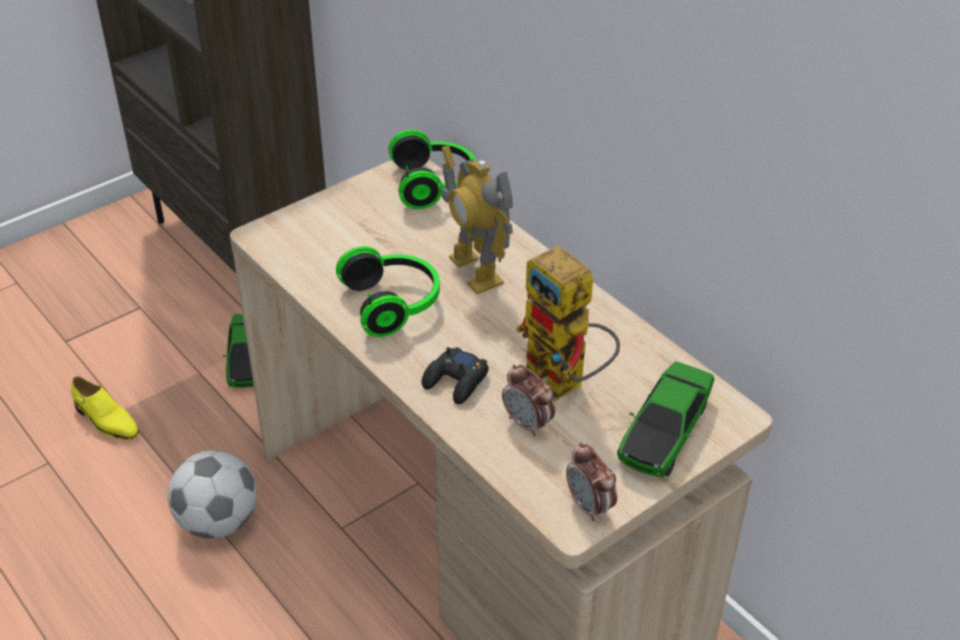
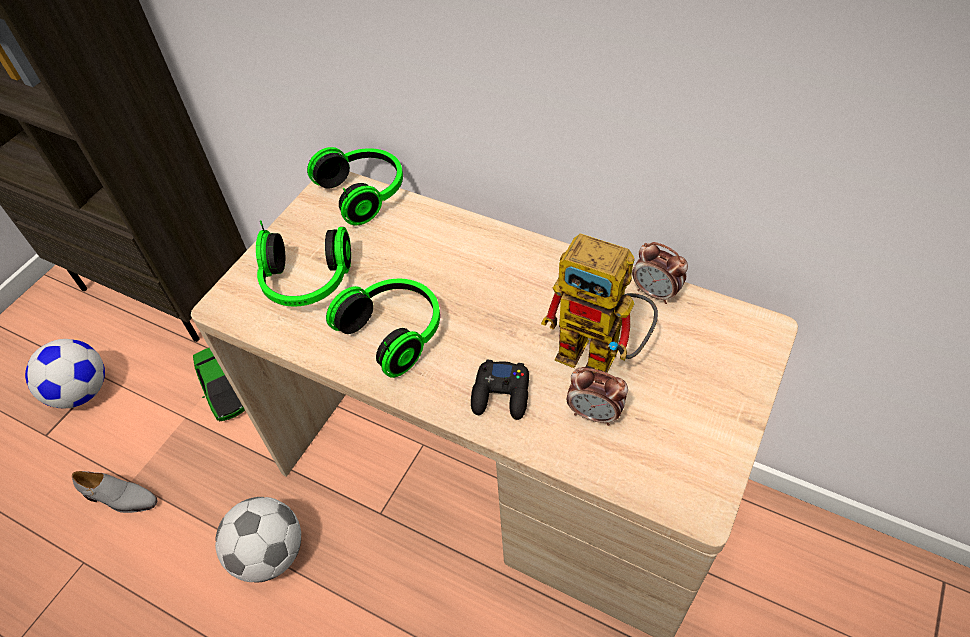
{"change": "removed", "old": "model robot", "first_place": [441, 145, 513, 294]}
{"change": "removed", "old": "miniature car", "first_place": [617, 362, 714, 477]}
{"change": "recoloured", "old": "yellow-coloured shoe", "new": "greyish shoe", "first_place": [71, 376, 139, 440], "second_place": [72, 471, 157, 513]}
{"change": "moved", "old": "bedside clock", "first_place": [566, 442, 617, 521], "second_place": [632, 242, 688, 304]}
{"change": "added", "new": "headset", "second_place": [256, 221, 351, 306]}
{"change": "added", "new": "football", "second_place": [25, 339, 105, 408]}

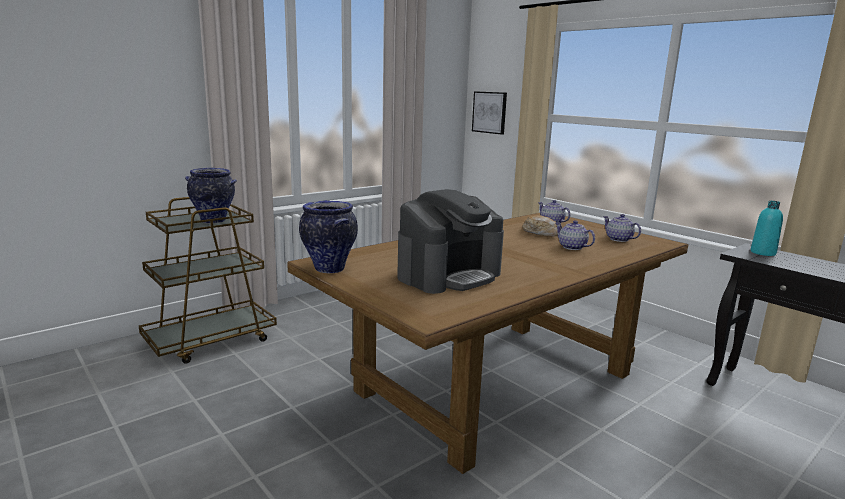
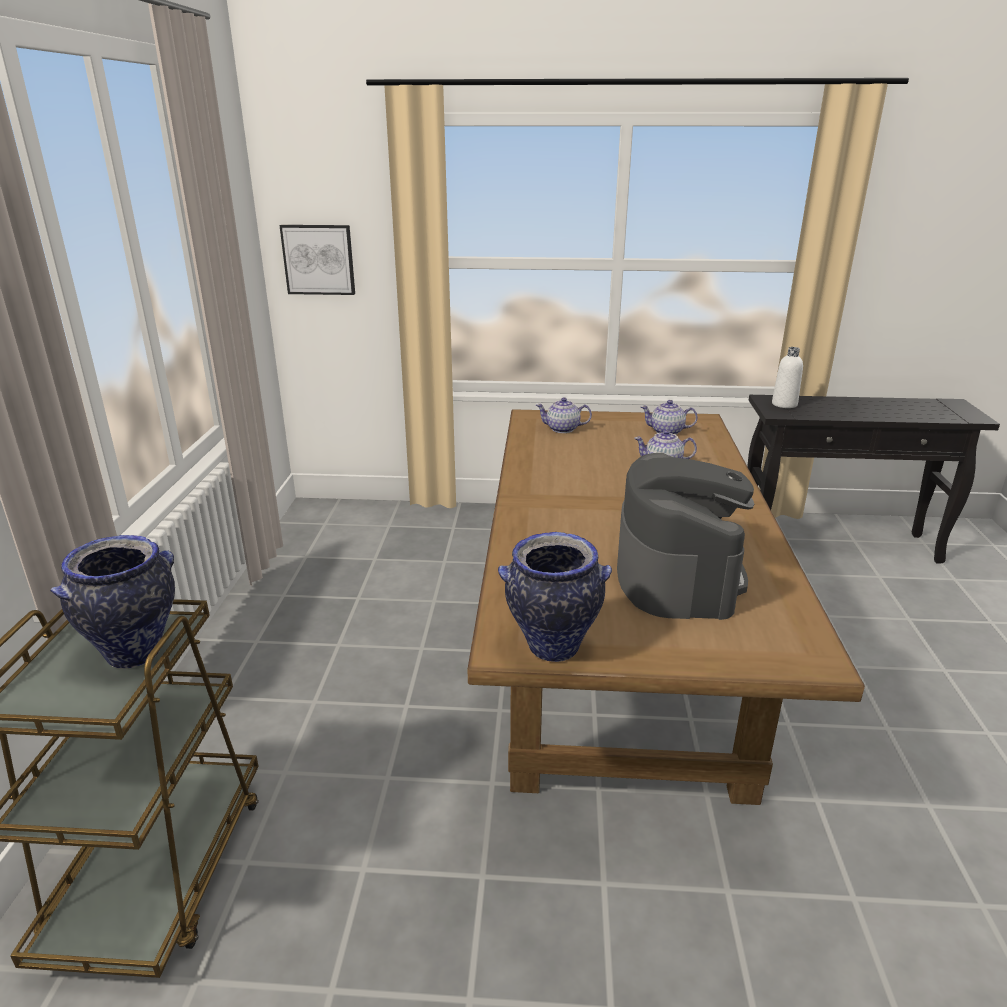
{"change": "recoloured", "old": "turquoise beverage bottle", "new": "white beverage bottle", "first_place": [751, 201, 783, 256], "second_place": [772, 347, 803, 408]}
{"change": "removed", "old": "bread", "first_place": [522, 215, 558, 237]}

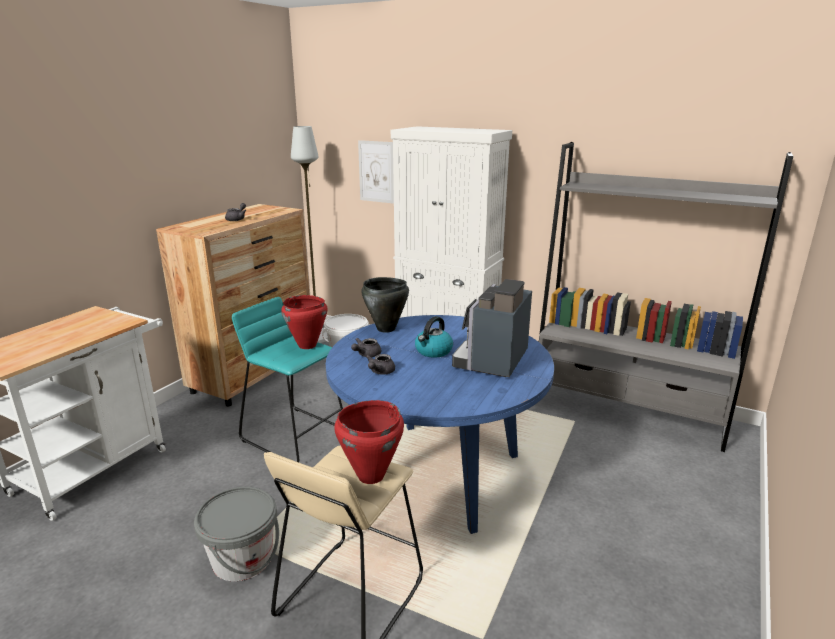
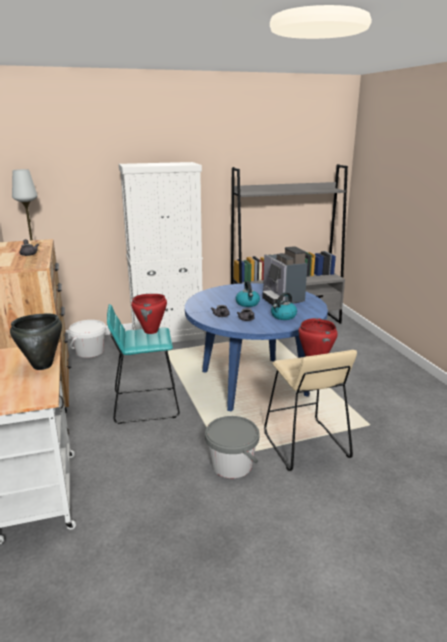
{"change": "removed", "old": "wall picture", "first_place": [358, 140, 394, 204]}
{"change": "moved", "old": "black-coloured cooking pot", "first_place": [361, 277, 409, 333], "second_place": [10, 314, 62, 370]}
{"change": "added", "new": "water kettle", "second_place": [271, 292, 297, 320]}

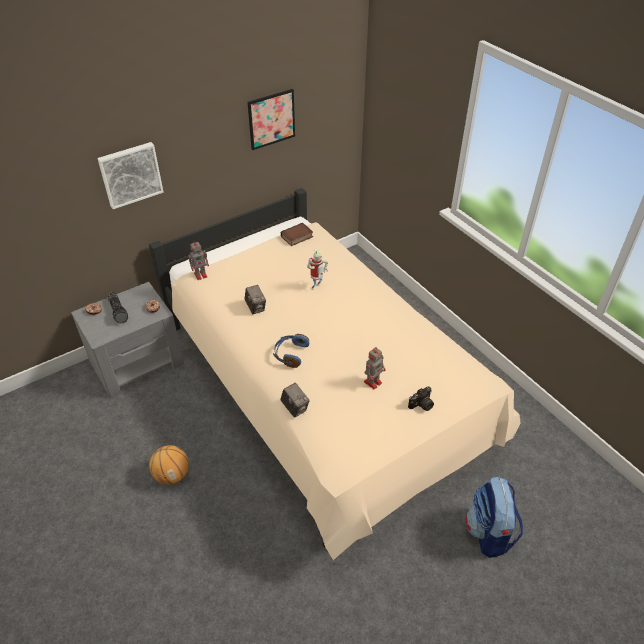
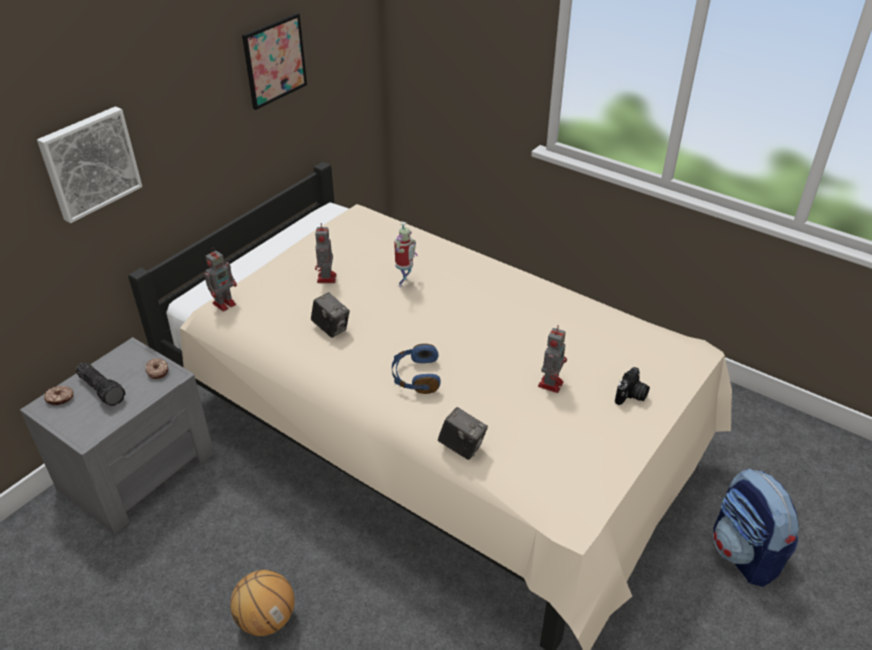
{"change": "removed", "old": "volume", "first_place": [281, 223, 313, 246]}
{"change": "added", "new": "model robot", "second_place": [315, 223, 337, 283]}

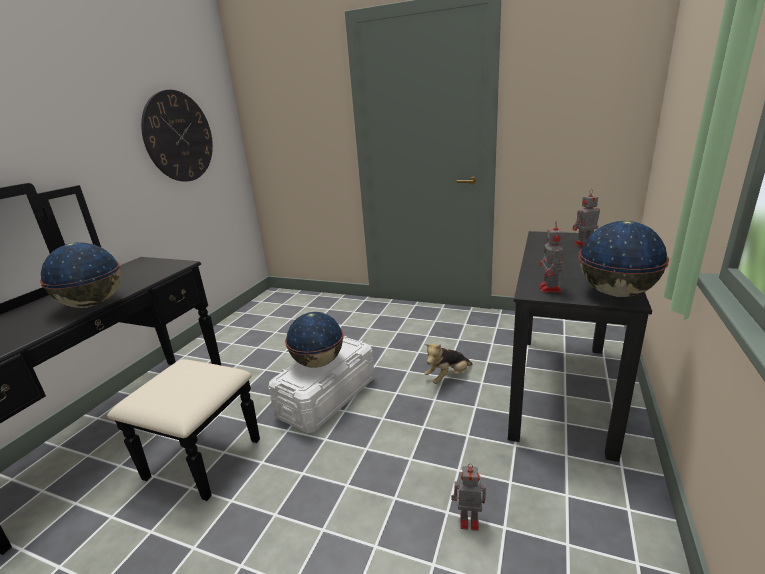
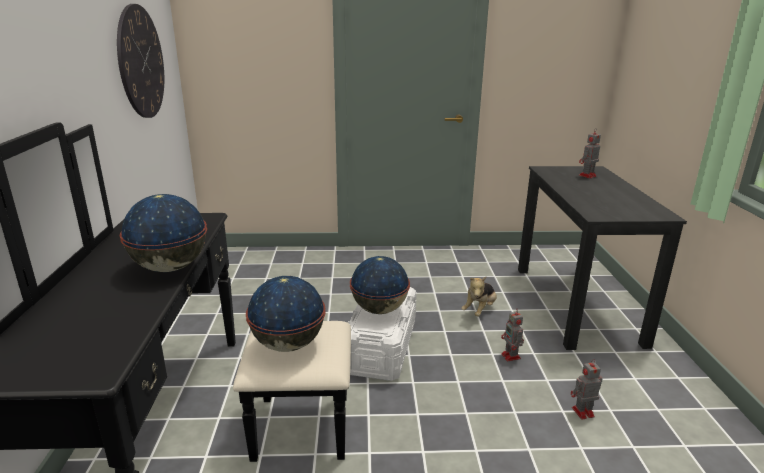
{"change": "moved", "old": "model robot", "first_place": [538, 221, 564, 293], "second_place": [501, 308, 524, 361]}
{"change": "moved", "old": "desk globe", "first_place": [579, 221, 669, 297], "second_place": [246, 276, 326, 352]}

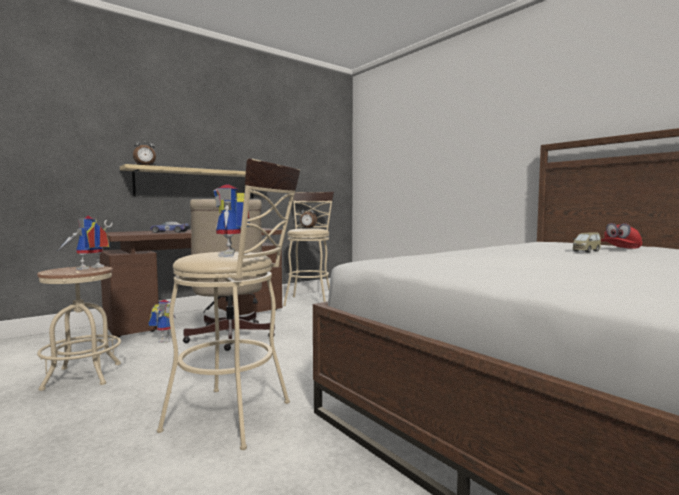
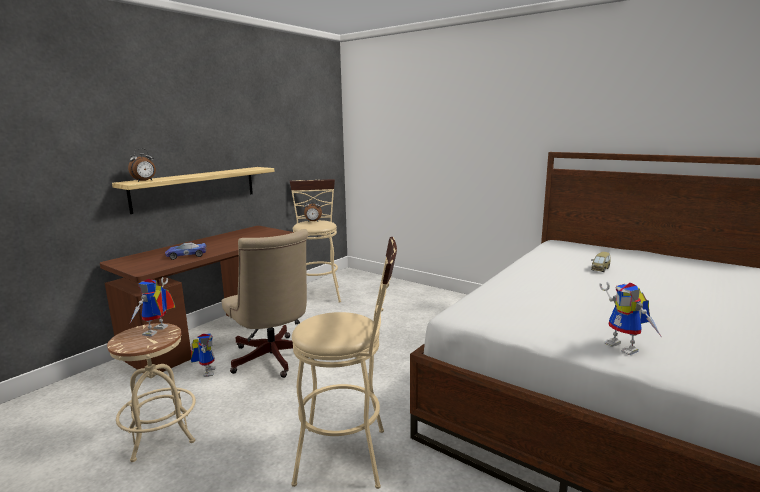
{"change": "moved", "old": "model robot", "first_place": [214, 184, 250, 256], "second_place": [599, 282, 662, 355]}
{"change": "removed", "old": "reddish cap", "first_place": [601, 223, 642, 249]}

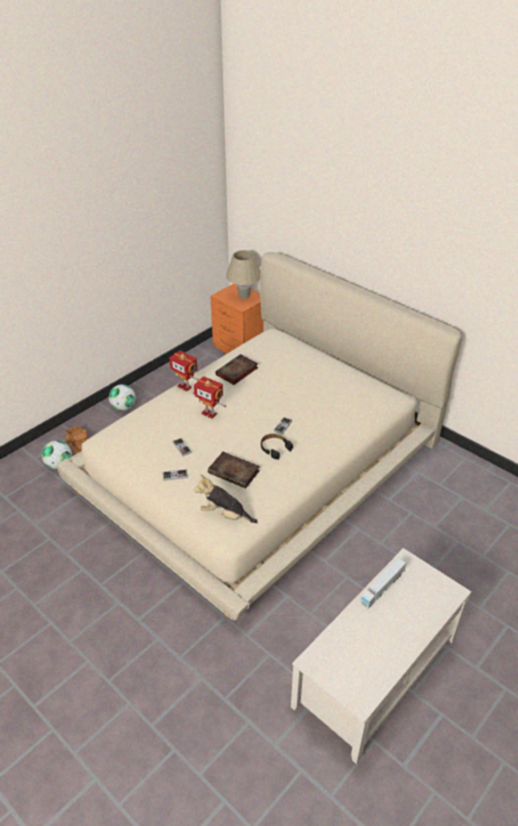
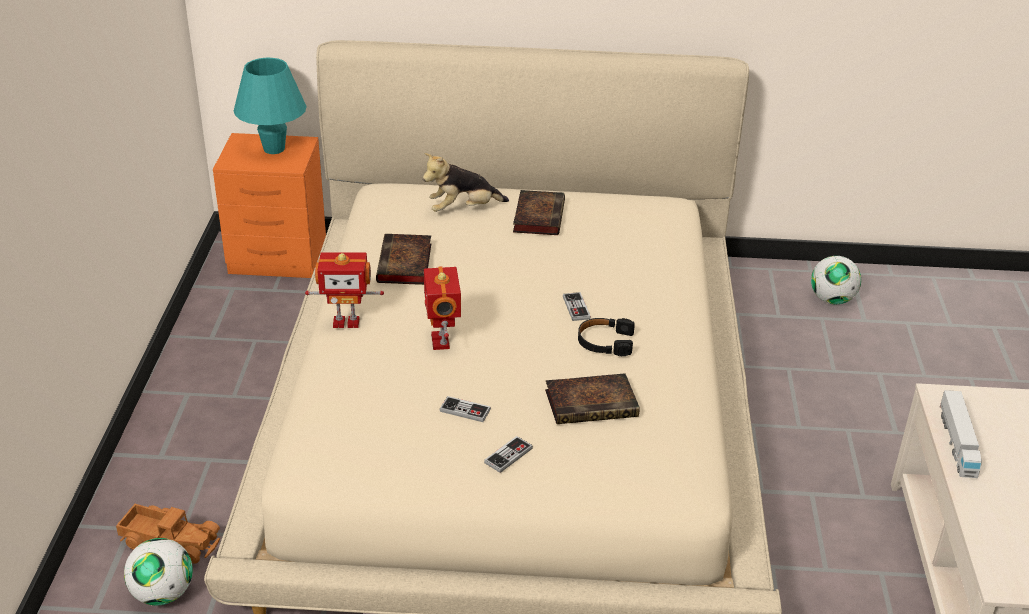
{"change": "recoloured", "old": "sand-coloured tabletop lamp", "new": "turquoise tabletop lamp", "first_place": [226, 250, 261, 299], "second_place": [234, 58, 307, 154]}
{"change": "turned", "old": "model robot", "first_place": [193, 376, 226, 419], "second_place": [423, 266, 461, 350], "degrees": 90}
{"change": "moved", "old": "football", "first_place": [109, 384, 135, 411], "second_place": [811, 256, 861, 304]}
{"change": "moved", "old": "cuddly toy", "first_place": [194, 474, 258, 523], "second_place": [423, 153, 509, 212]}
{"change": "added", "new": "volume", "second_place": [513, 190, 565, 235]}

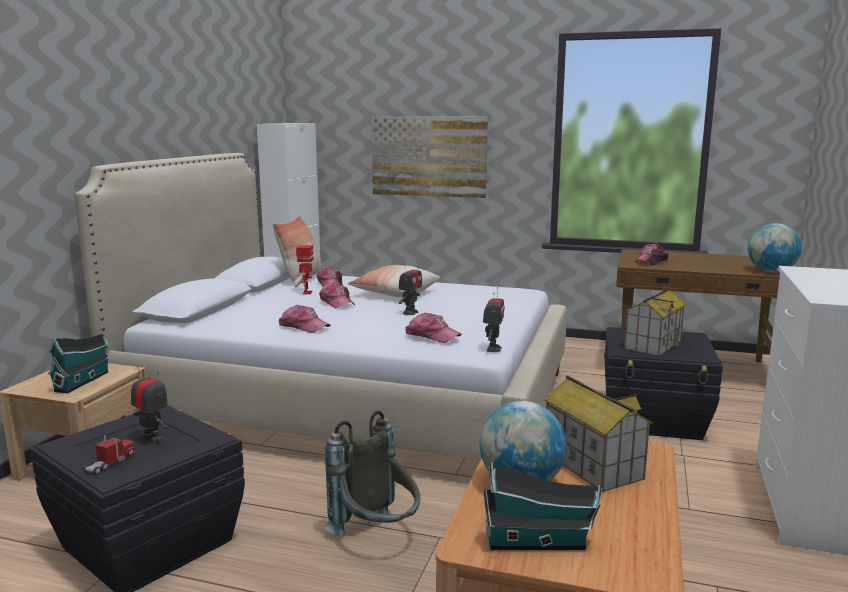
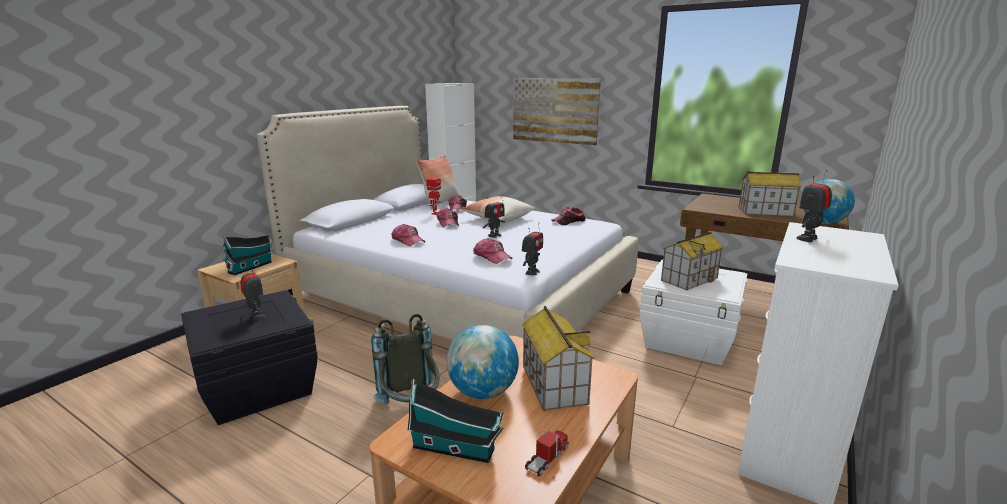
{"change": "moved", "old": "cap", "first_place": [635, 243, 669, 265], "second_place": [551, 207, 585, 225]}
{"change": "recoloured", "old": "black-coloured storage bin", "new": "white storage bin", "first_place": [604, 327, 723, 440], "second_place": [640, 260, 748, 365]}
{"change": "moved", "old": "toy lorry", "first_place": [83, 436, 135, 475], "second_place": [525, 429, 569, 476]}
{"change": "added", "new": "model robot", "second_place": [796, 170, 832, 242]}
{"change": "added", "new": "miniature house", "second_place": [738, 171, 801, 217]}

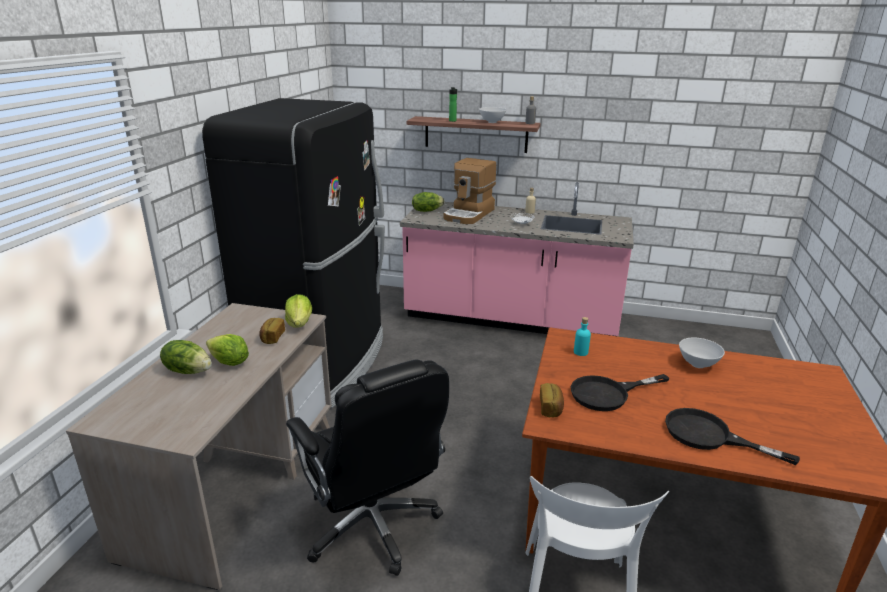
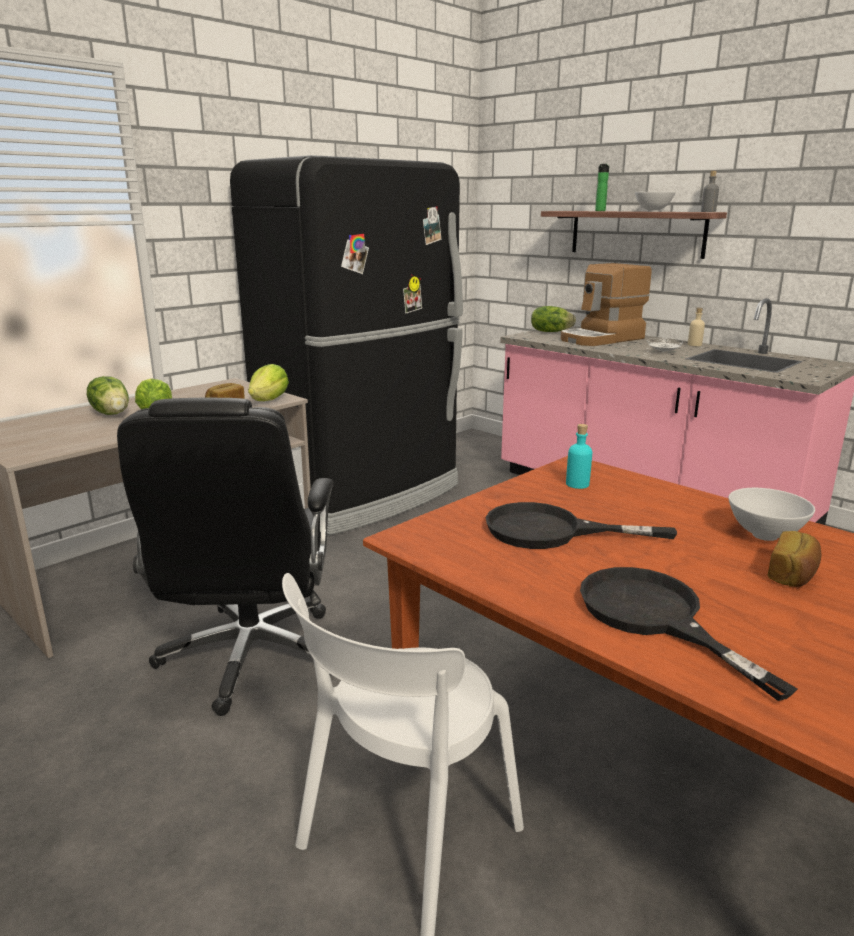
{"change": "moved", "old": "bread", "first_place": [540, 383, 564, 417], "second_place": [768, 531, 822, 587]}

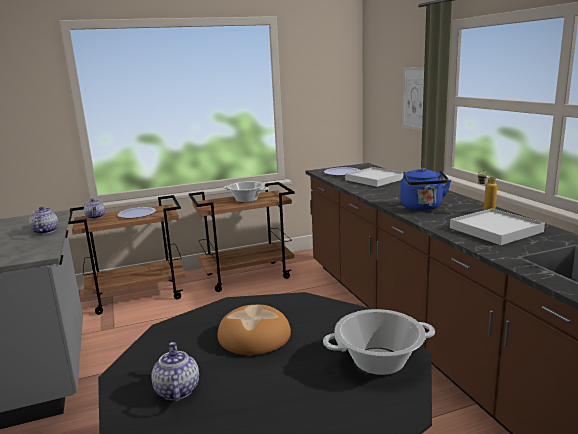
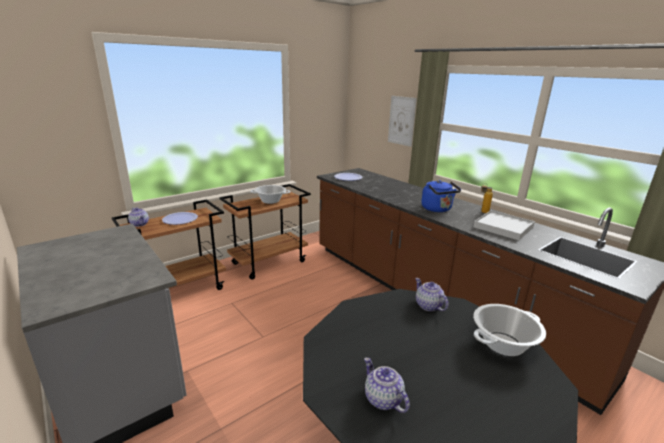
{"change": "removed", "old": "white serving tray", "first_place": [345, 167, 406, 187]}
{"change": "moved", "old": "teapot", "first_place": [29, 207, 58, 234], "second_place": [415, 278, 449, 311]}
{"change": "removed", "old": "bread", "first_place": [218, 305, 291, 355]}

